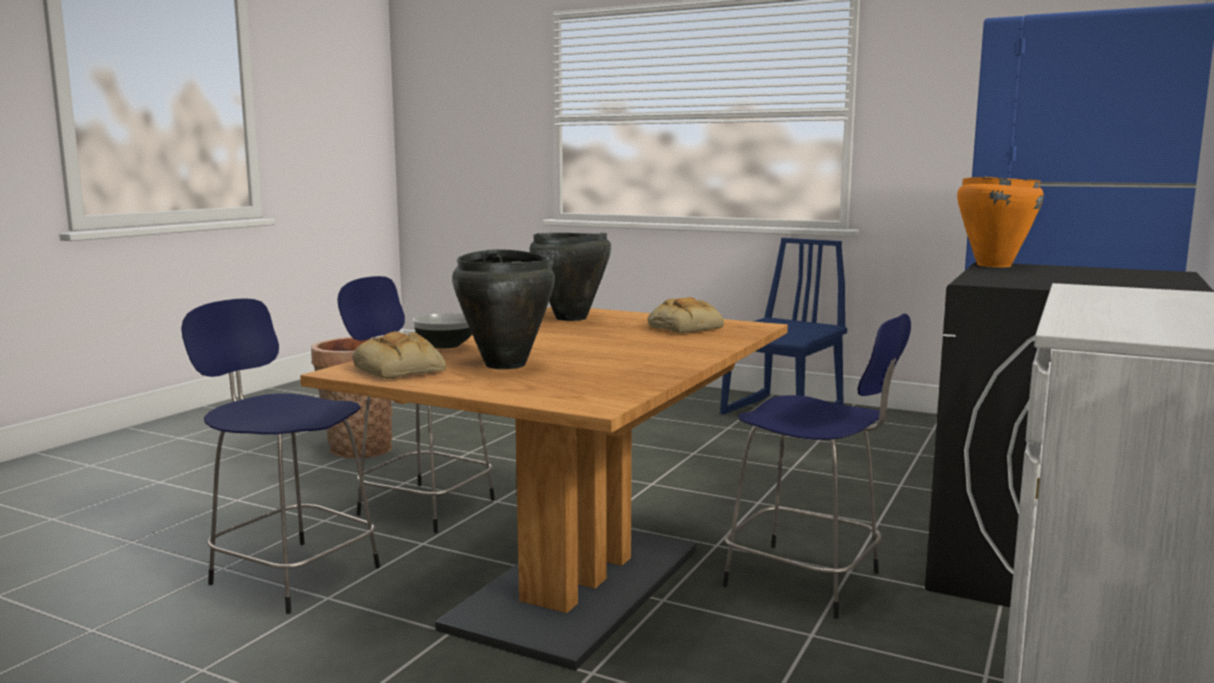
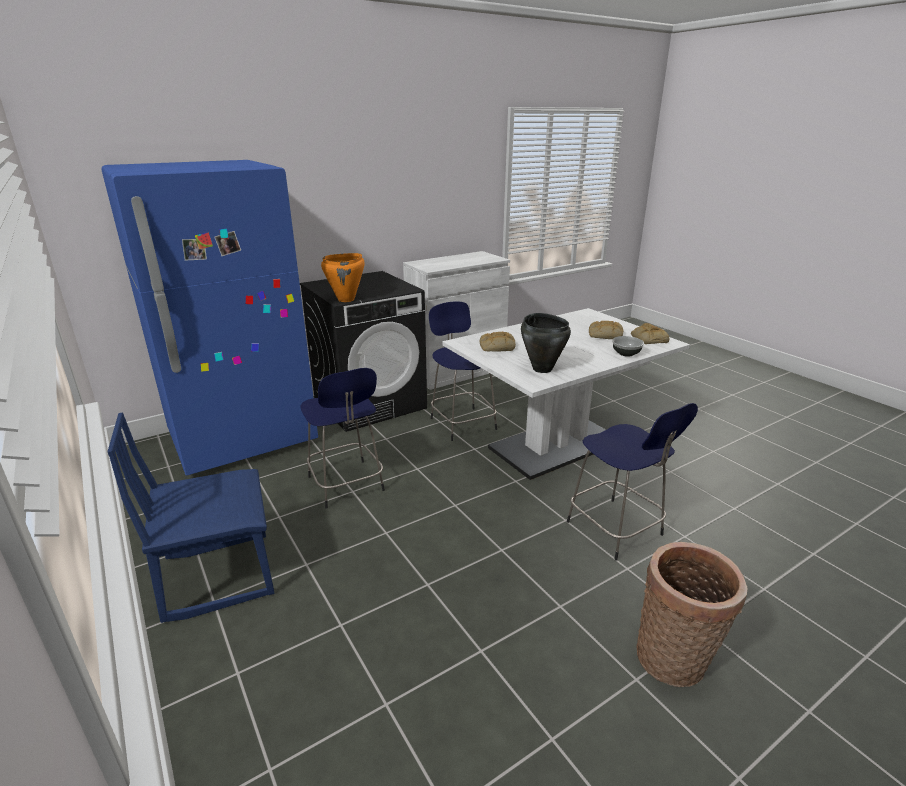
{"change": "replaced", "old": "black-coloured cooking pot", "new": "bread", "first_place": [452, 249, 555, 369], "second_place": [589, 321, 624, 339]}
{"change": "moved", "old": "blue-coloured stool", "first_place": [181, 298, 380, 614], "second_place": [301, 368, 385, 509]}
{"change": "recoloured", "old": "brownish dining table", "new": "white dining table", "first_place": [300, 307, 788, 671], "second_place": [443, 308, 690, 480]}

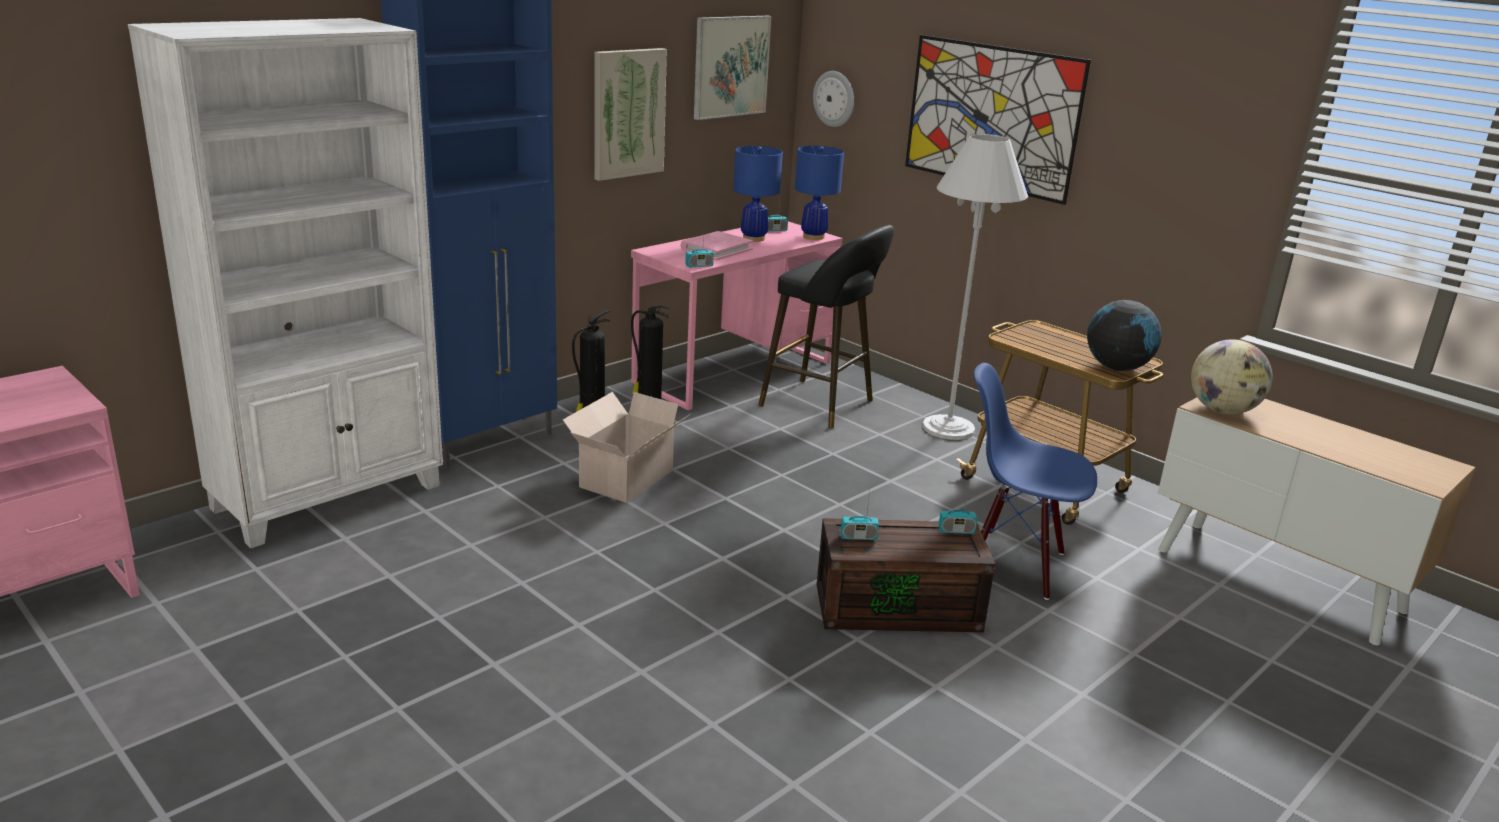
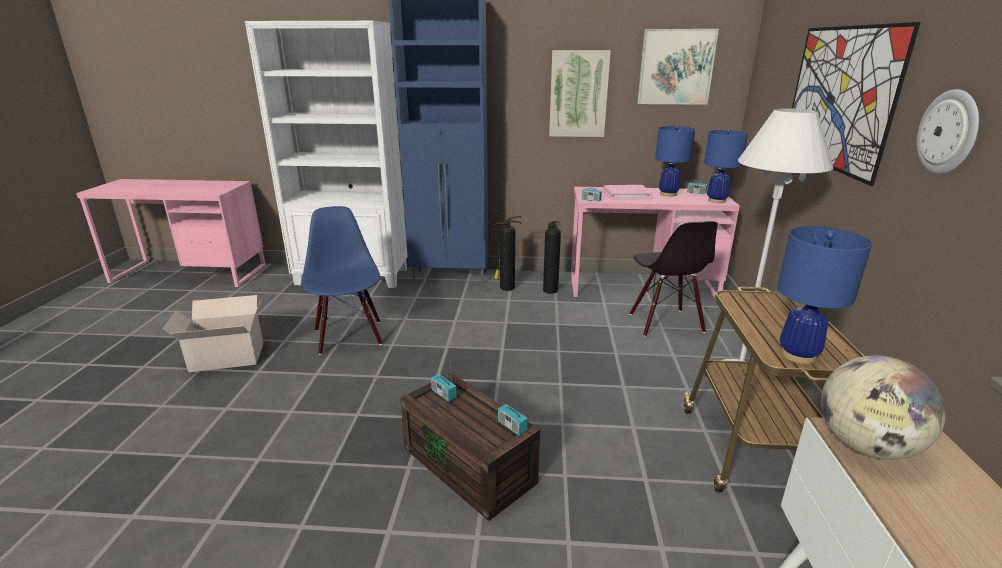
{"change": "moved", "old": "clock on the wall", "first_place": [813, 71, 854, 127], "second_place": [916, 89, 979, 174]}
{"change": "replaced", "old": "black-coloured stool", "new": "black-coloured plain chair", "first_place": [758, 225, 894, 428], "second_place": [630, 221, 718, 337]}
{"change": "replaced", "old": "desk globe", "new": "blue-coloured tabletop lamp", "first_place": [1087, 300, 1162, 371], "second_place": [777, 226, 872, 364]}
{"change": "moved", "old": "blue-coloured plain chair", "first_place": [974, 363, 1097, 600], "second_place": [302, 206, 382, 355]}
{"change": "moved", "old": "cardboard box", "first_place": [563, 392, 690, 503], "second_place": [163, 295, 263, 372]}

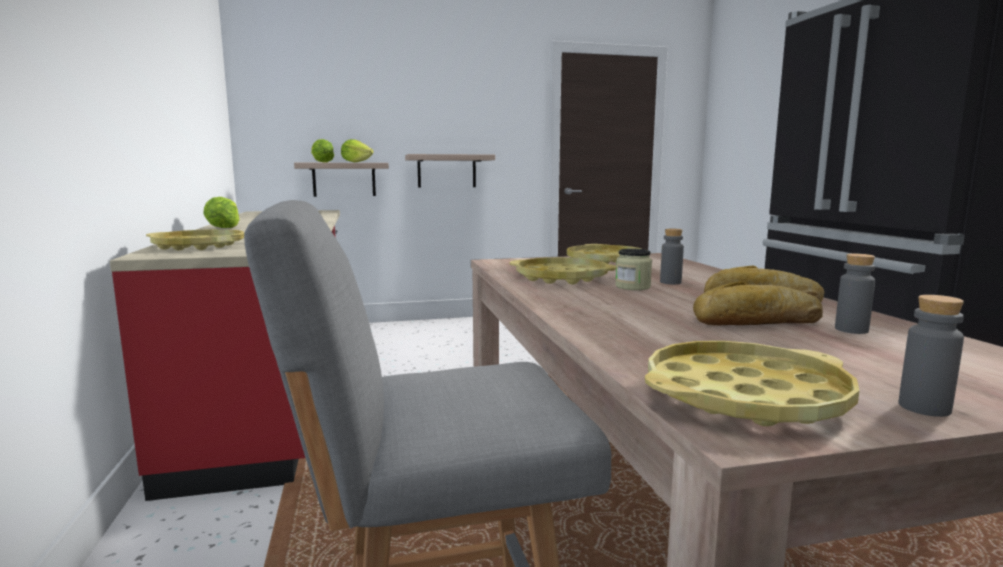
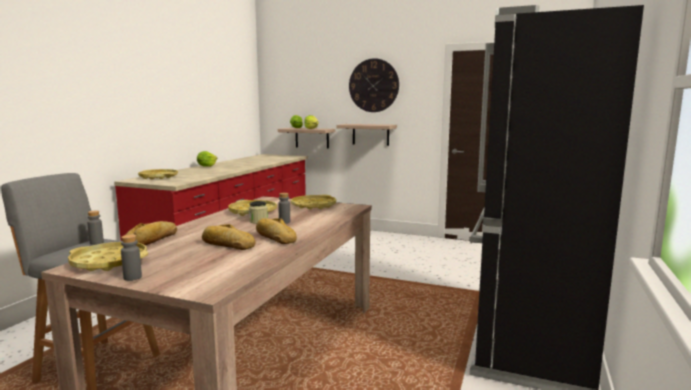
{"change": "moved", "old": "greyish beverage bottle", "first_place": [835, 254, 875, 334], "second_place": [87, 210, 104, 245]}
{"change": "added", "new": "clock on the wall", "second_place": [349, 58, 399, 112]}
{"change": "added", "new": "bread", "second_place": [125, 221, 177, 245]}

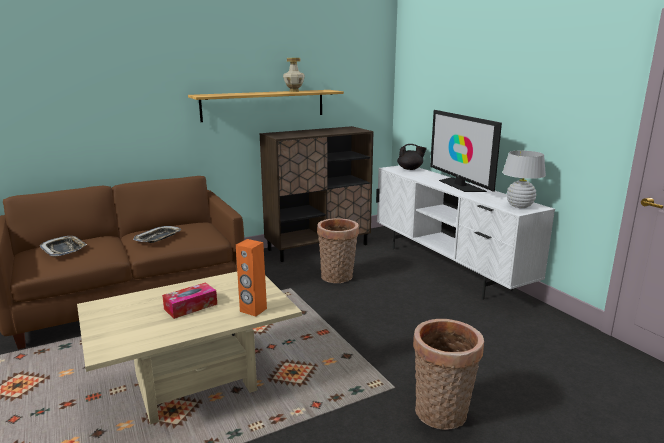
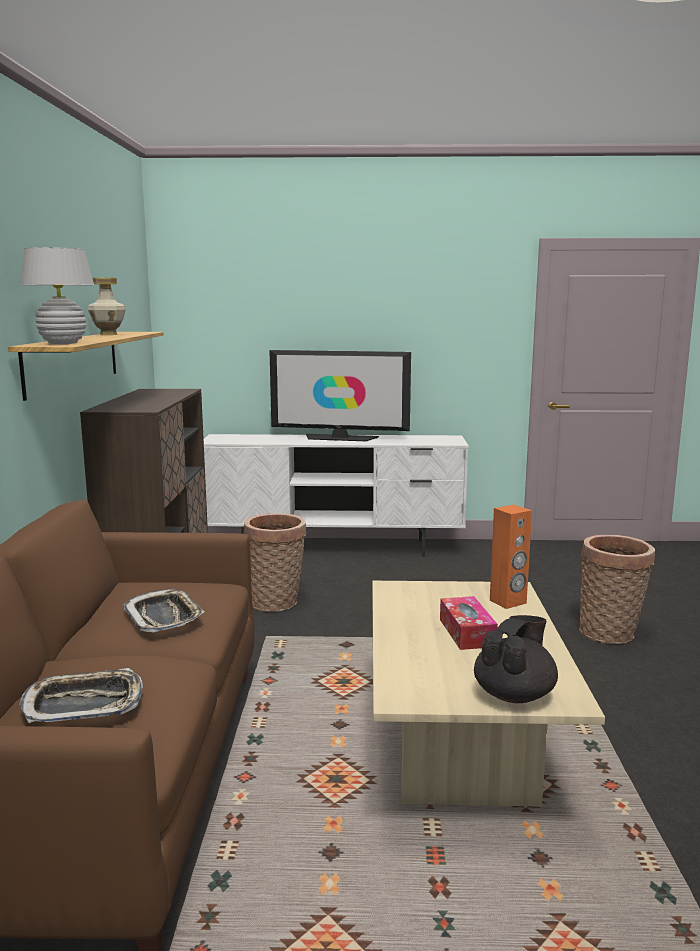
{"change": "moved", "old": "black-coloured teapot", "first_place": [397, 144, 427, 170], "second_place": [474, 615, 558, 703]}
{"change": "moved", "old": "white tabletop lamp", "first_place": [502, 151, 546, 208], "second_place": [21, 247, 94, 344]}

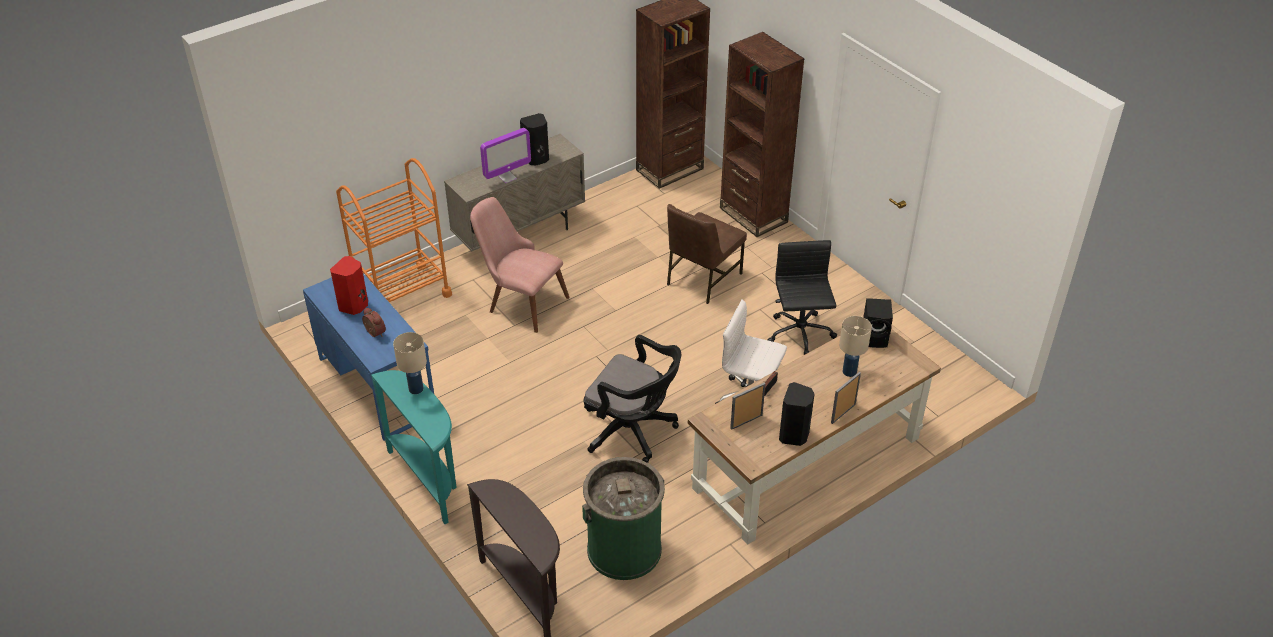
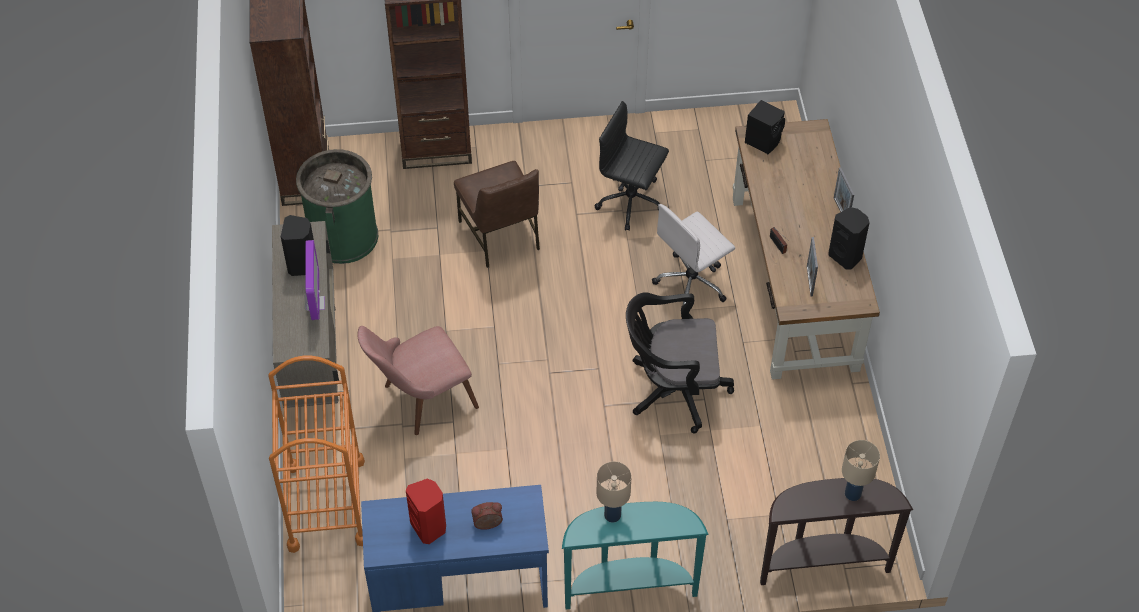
{"change": "moved", "old": "sand-coloured tabletop lamp", "first_place": [839, 316, 872, 377], "second_place": [842, 440, 880, 501]}
{"change": "turned", "old": "black-coloured desk chair", "first_place": [584, 335, 681, 463], "second_place": [626, 292, 734, 434], "degrees": -150}
{"change": "moved", "old": "green-coloured trash can", "first_place": [582, 457, 665, 580], "second_place": [296, 149, 378, 264]}

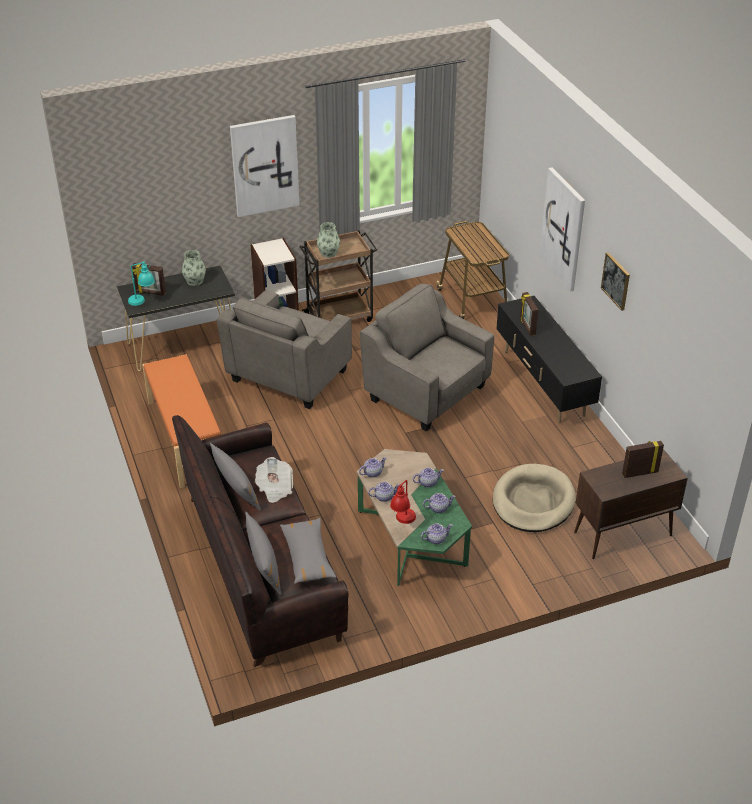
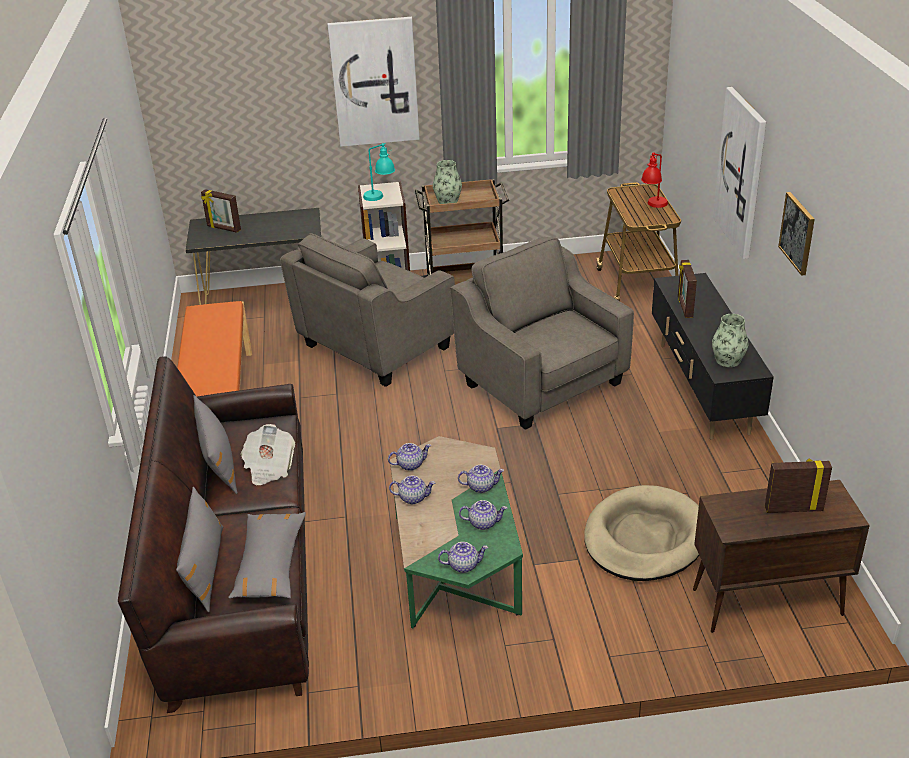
{"change": "moved", "old": "flower vase", "first_place": [182, 250, 206, 286], "second_place": [712, 314, 748, 367]}
{"change": "moved", "old": "turquoise tabletop lamp", "first_place": [128, 261, 155, 306], "second_place": [363, 143, 395, 201]}
{"change": "moved", "old": "reddish tabletop lamp", "first_place": [390, 480, 416, 524], "second_place": [641, 152, 668, 208]}

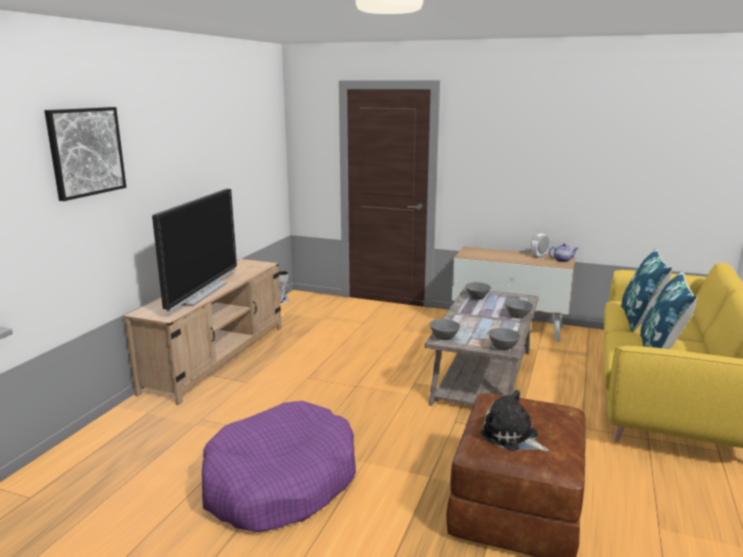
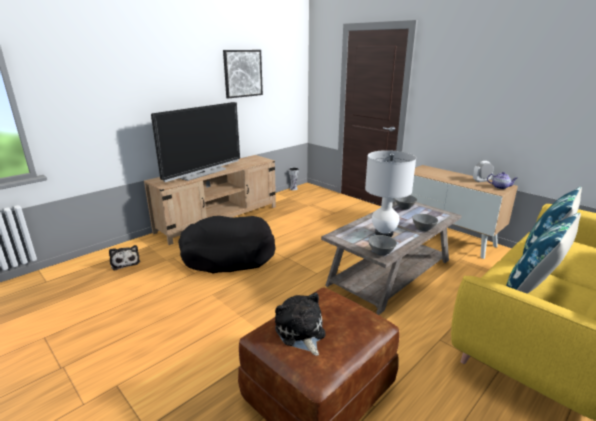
{"change": "moved", "old": "wall picture", "first_place": [44, 107, 126, 201], "second_place": [223, 50, 263, 99]}
{"change": "removed", "old": "greyish bowl", "first_place": [430, 319, 460, 340]}
{"change": "removed", "old": "purple dog bed", "first_place": [202, 401, 356, 532]}
{"change": "added", "new": "white tabletop lamp", "second_place": [365, 150, 416, 237]}
{"change": "added", "new": "black-coloured dog bed", "second_place": [178, 216, 276, 273]}
{"change": "added", "new": "cuddly toy", "second_place": [109, 245, 140, 271]}

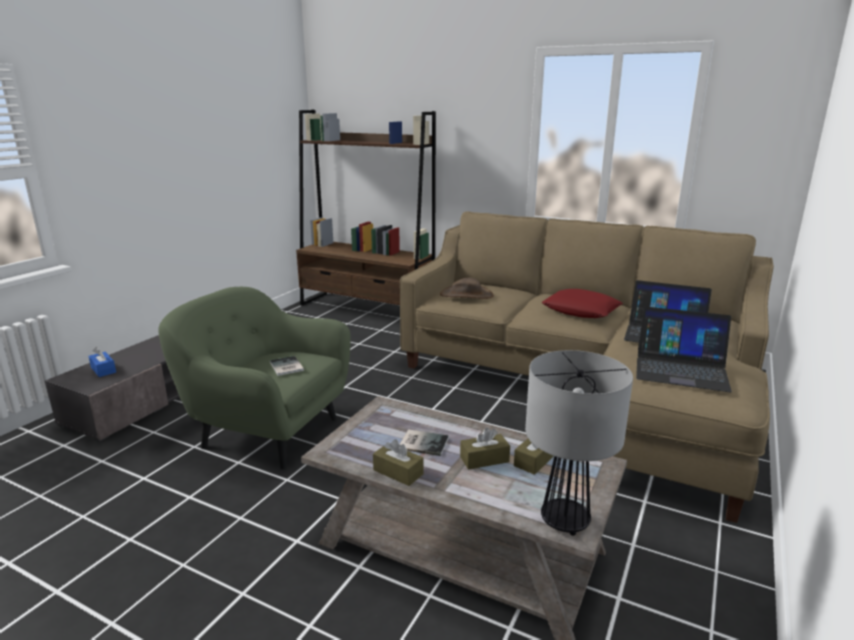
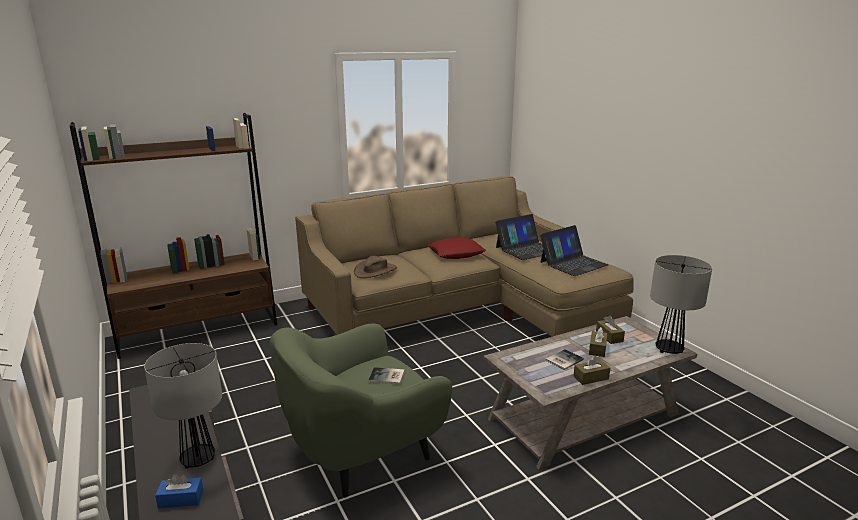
{"change": "added", "new": "tabletop lamp", "second_place": [144, 343, 222, 469]}

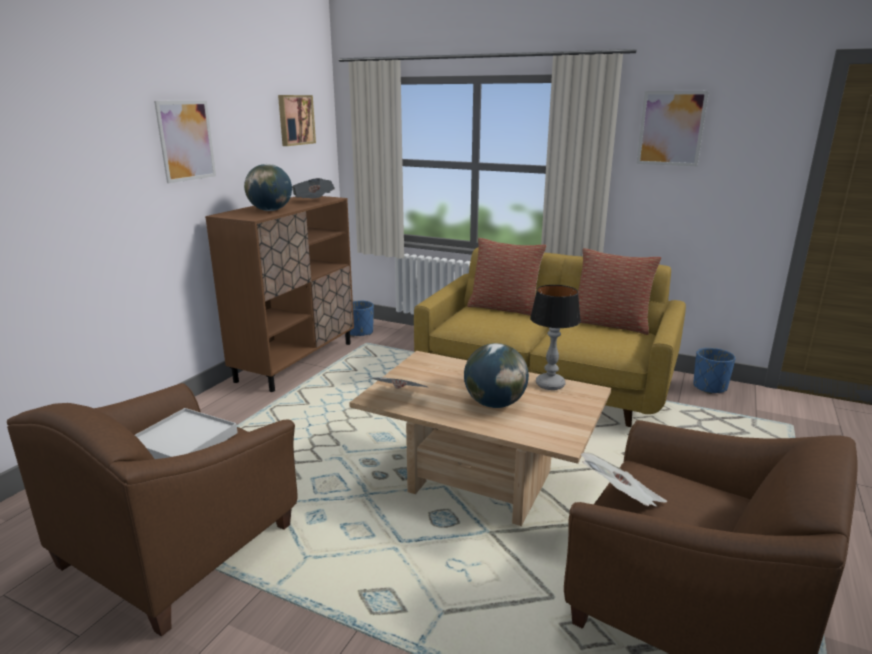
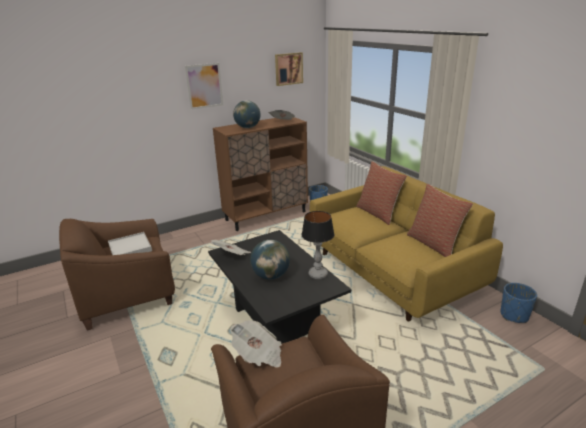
{"change": "removed", "old": "wall picture", "first_place": [637, 91, 709, 166]}
{"change": "recoloured", "old": "sand-coloured low table", "new": "black-coloured low table", "first_place": [349, 351, 611, 526], "second_place": [208, 230, 351, 344]}

